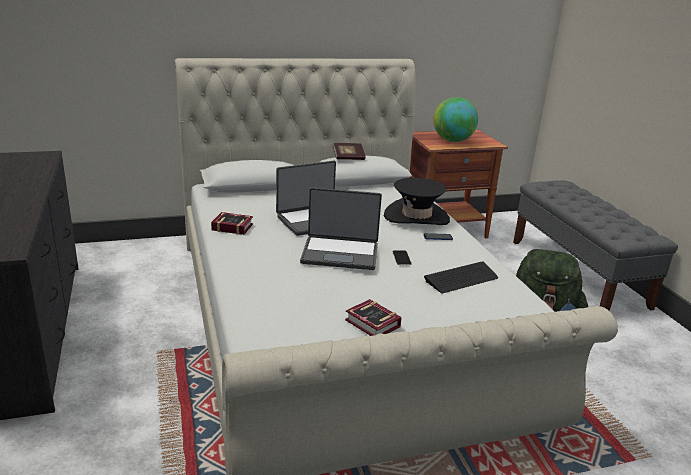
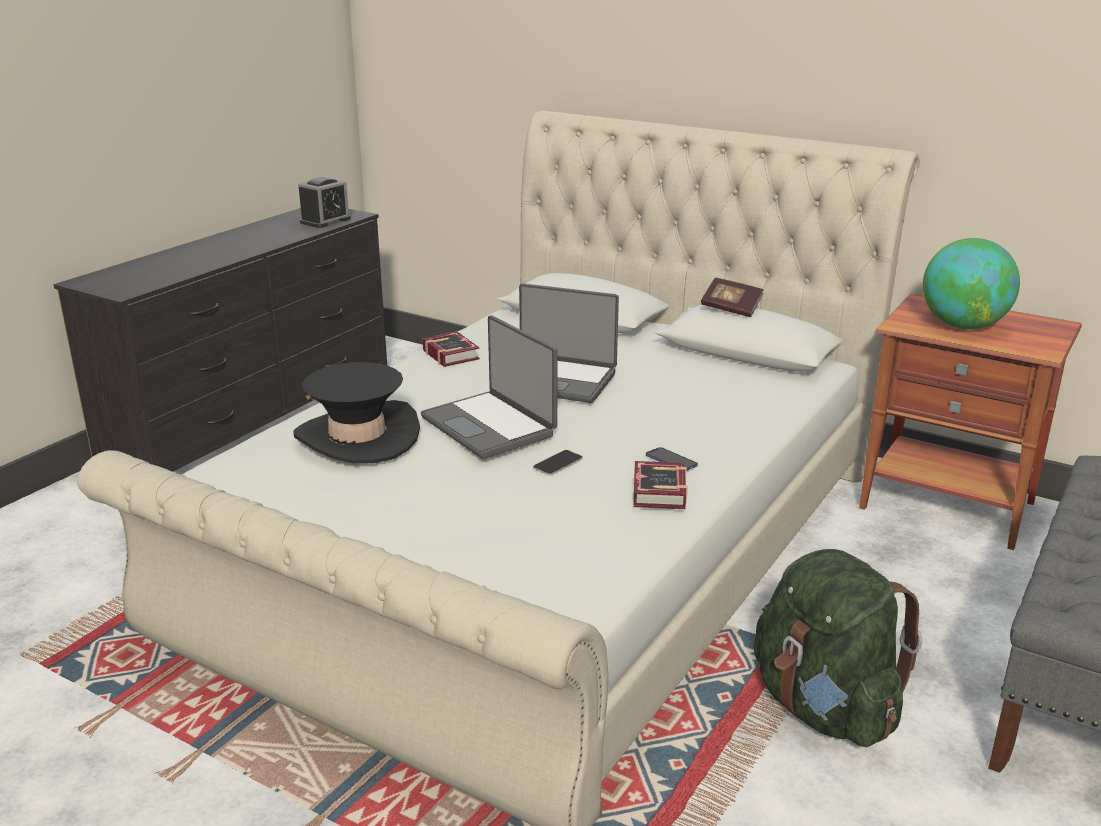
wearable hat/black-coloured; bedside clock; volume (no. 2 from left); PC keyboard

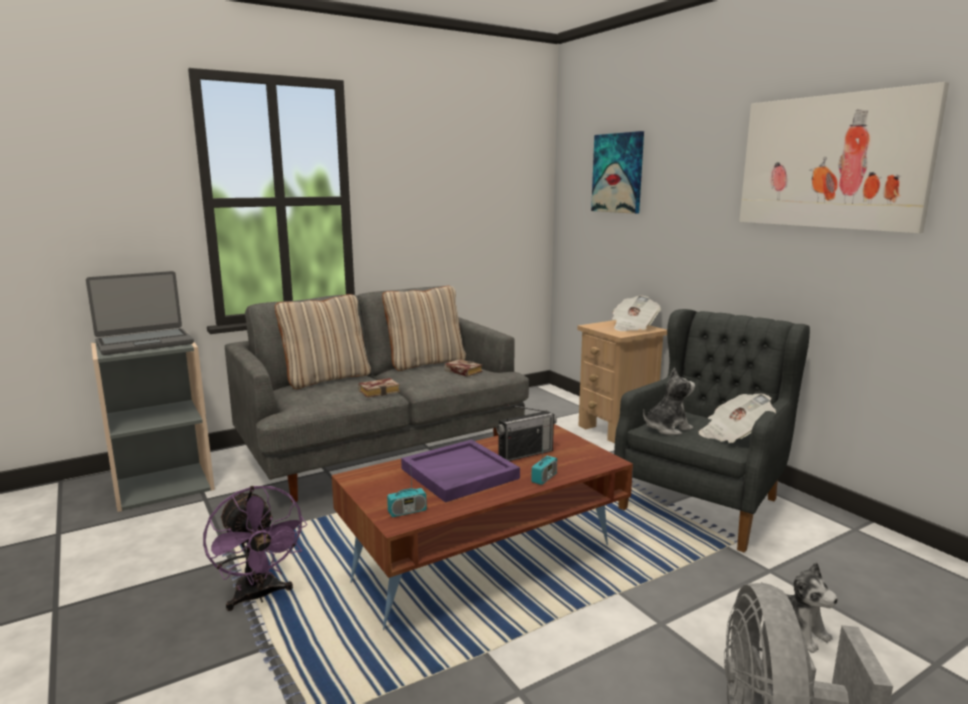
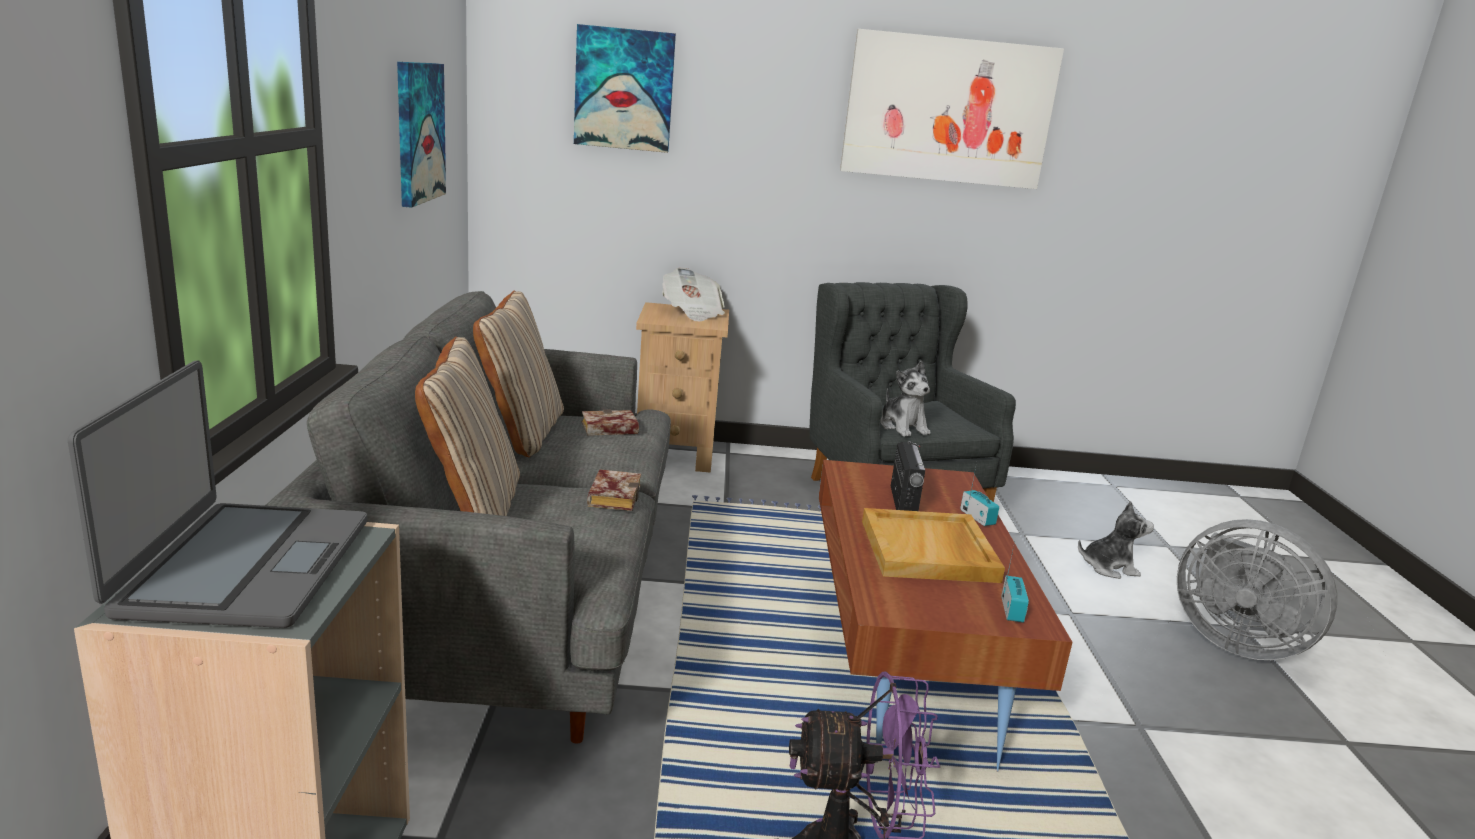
wall art (no. 1 from left); tray/beige-coloured; plush toy (no. 1 from left); newspaper (no. 2 from left in the first image)

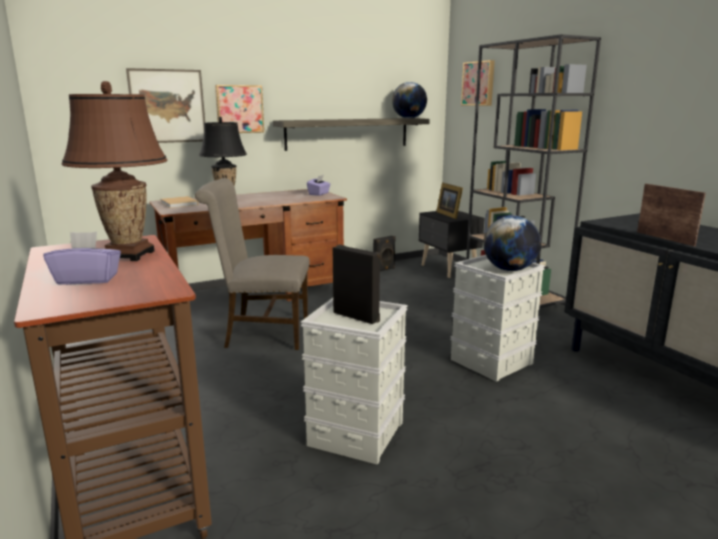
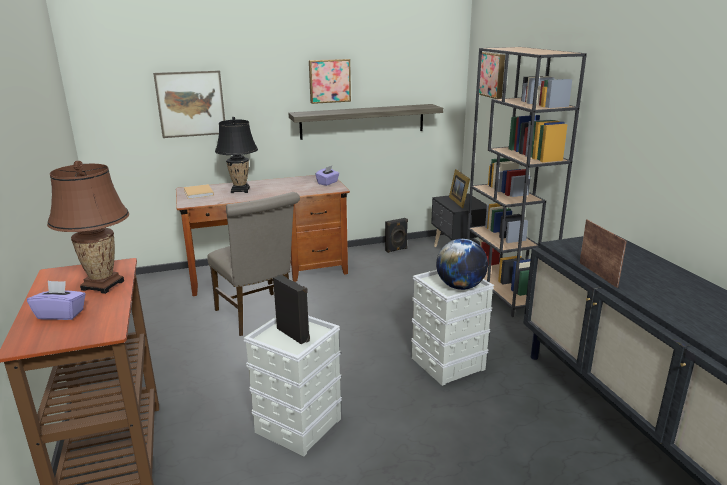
plain chair/beige-coloured; wall art (no. 2 from left); desk globe (no. 1 from left in the first image)

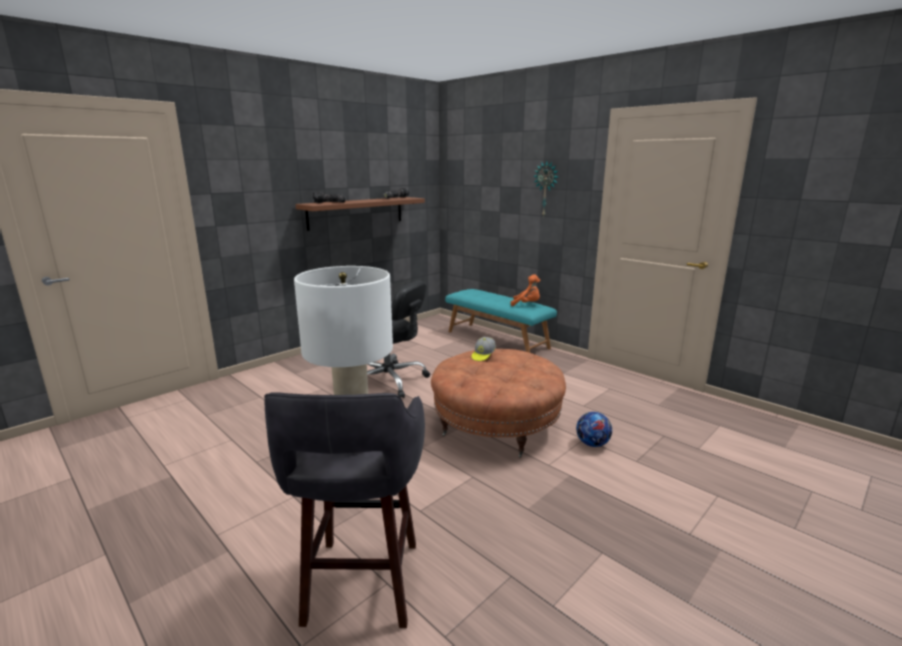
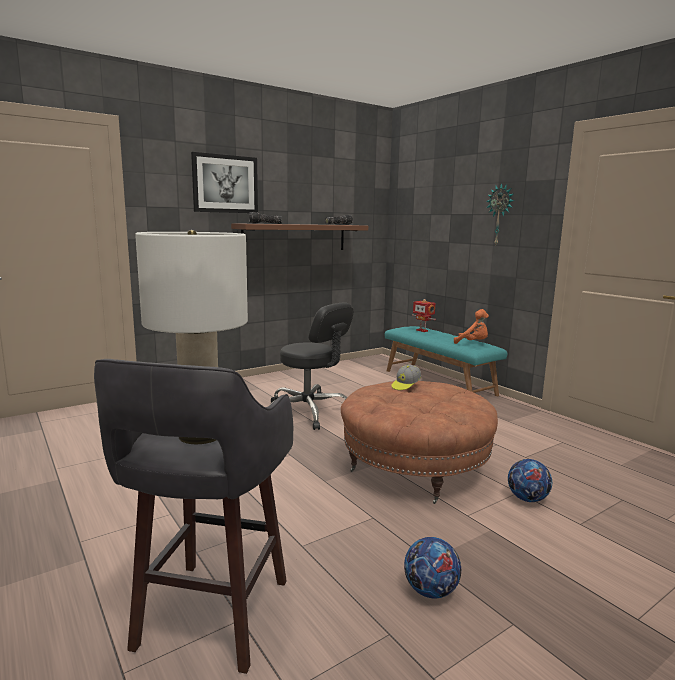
wall art; ball for football (no. 1 from left); toy robot

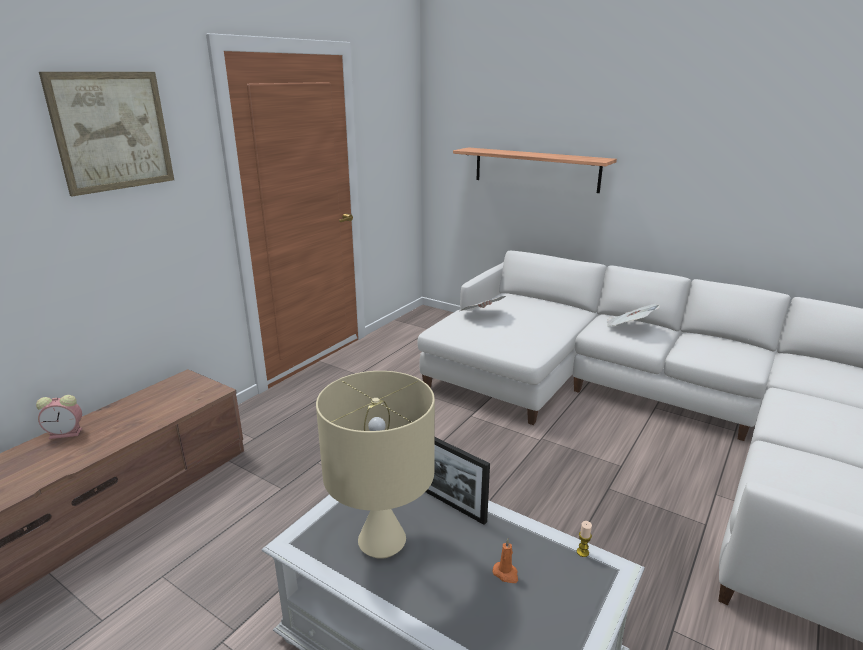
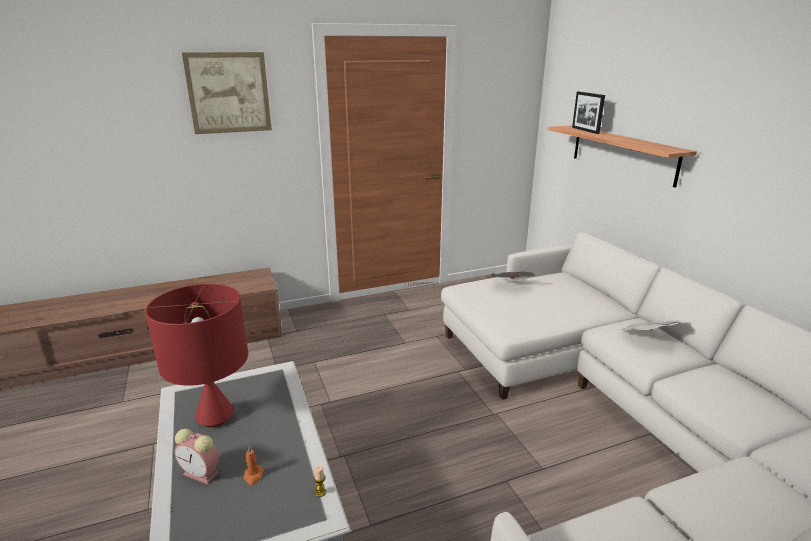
table lamp/red; bedside clock; photo frame

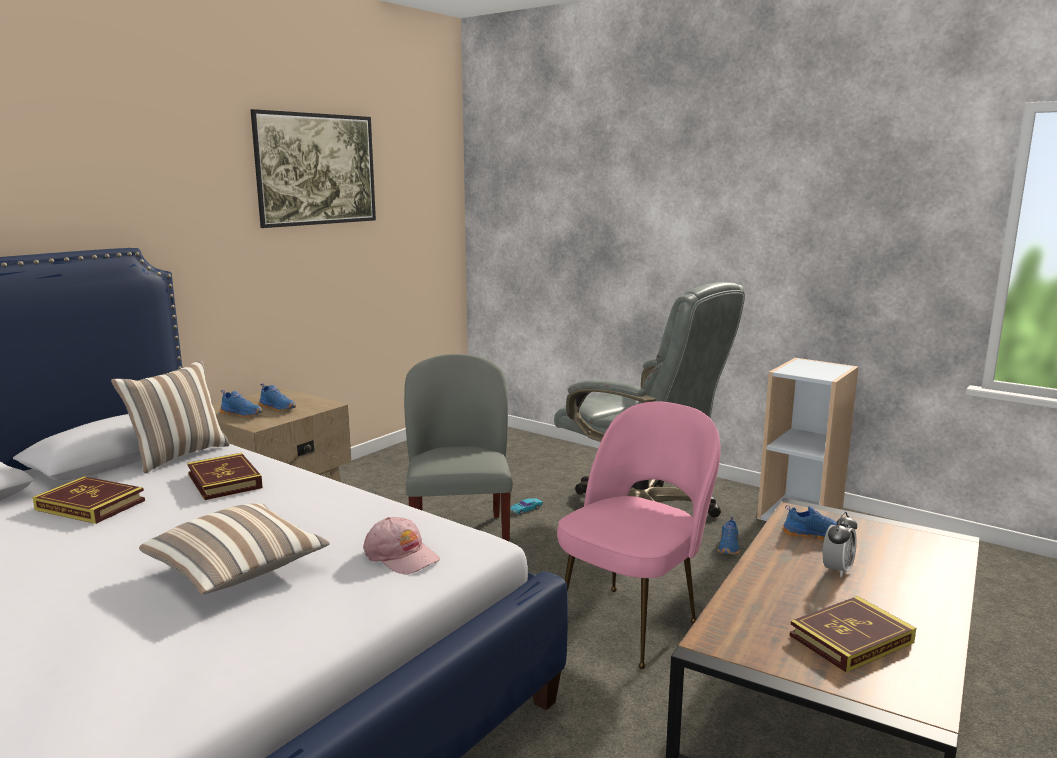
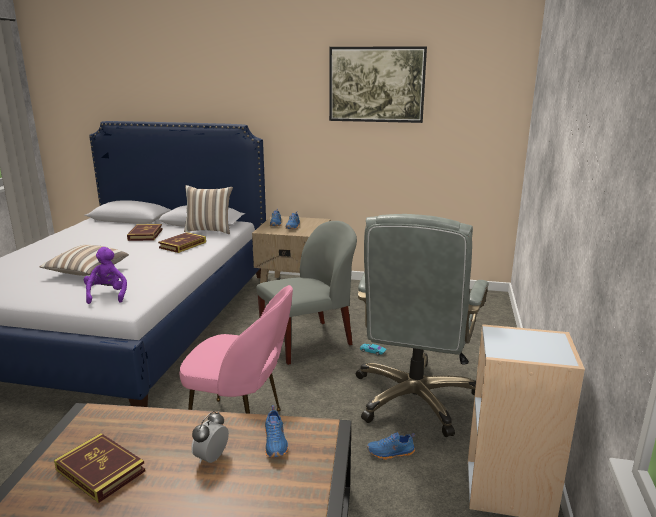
plush toy/purple; bedside clock

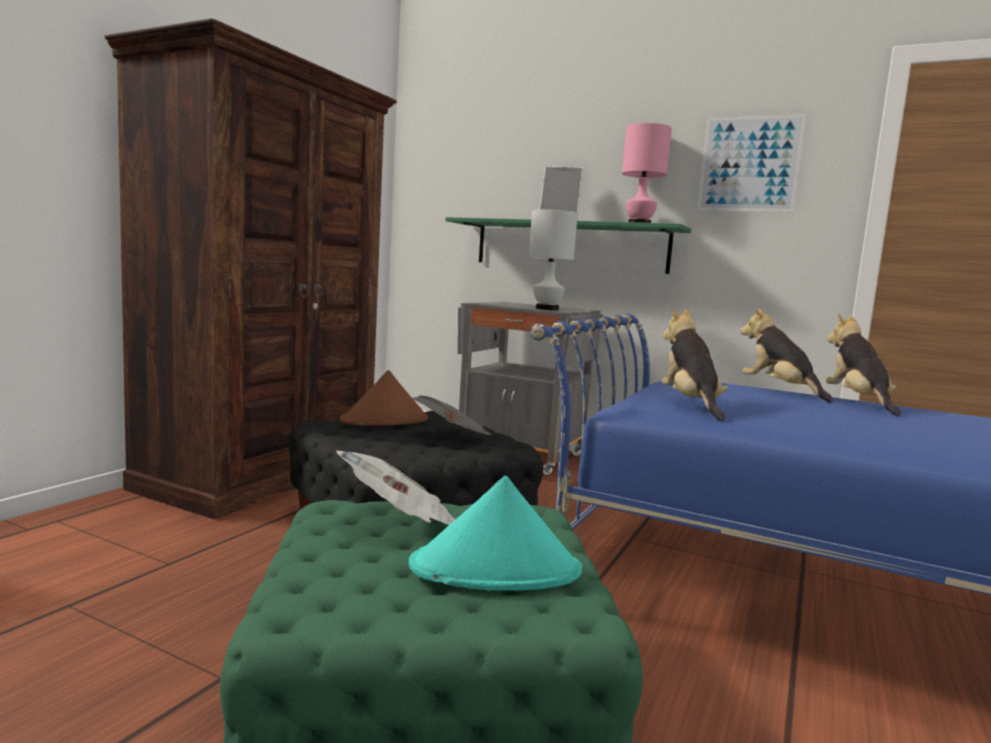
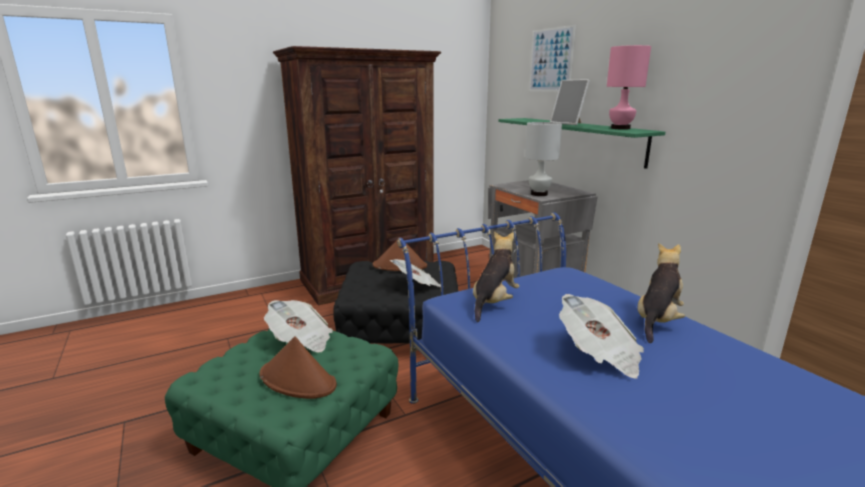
wearable hat/brown (no. 1 from left); wall art; newspaper (no. 3 from left); plush toy (no. 2 from left in the first image)

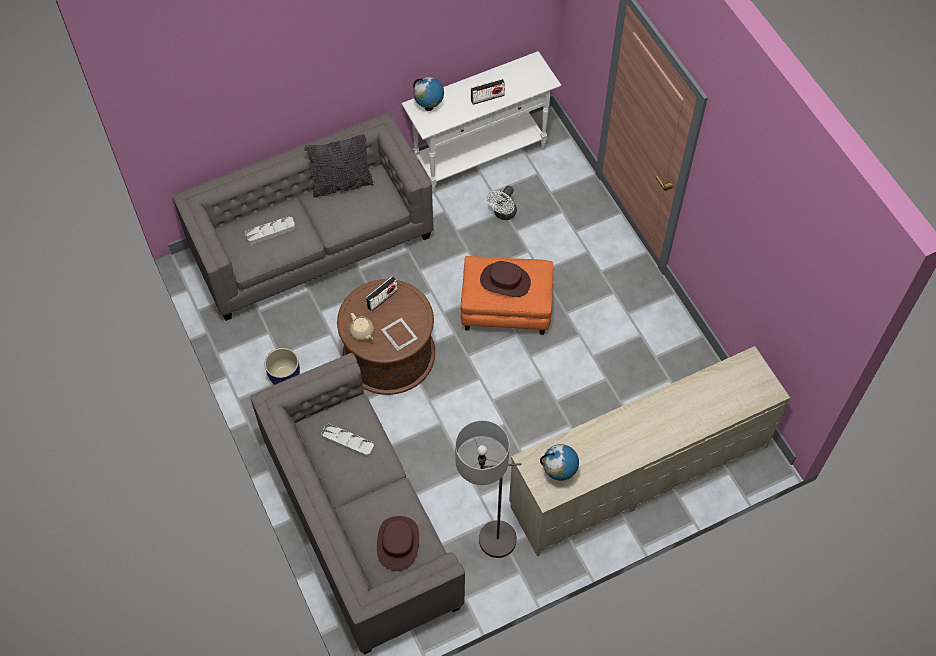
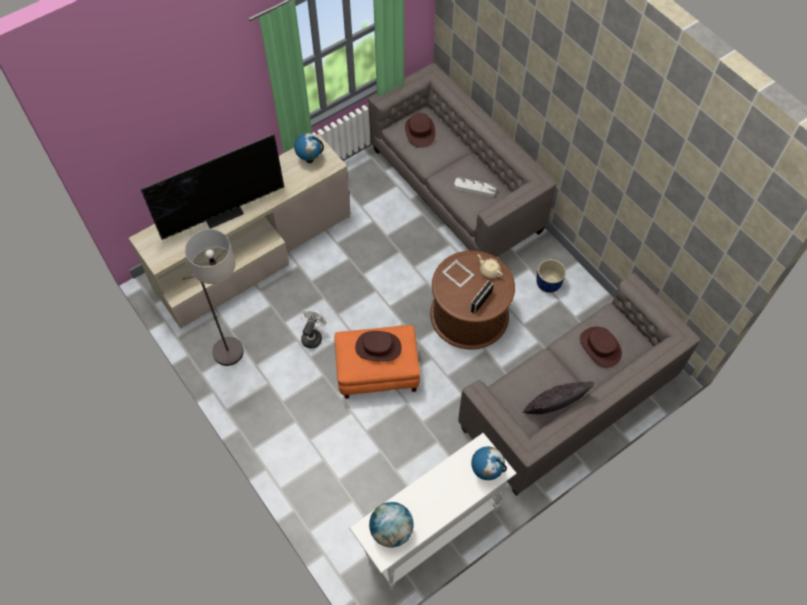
television; standard lamp/grey; electric fan/white-coloured; desk globe (no. 2 from left); wearable hat/brown (no. 3 from left); radio receiver (no. 2 from left in the first image)

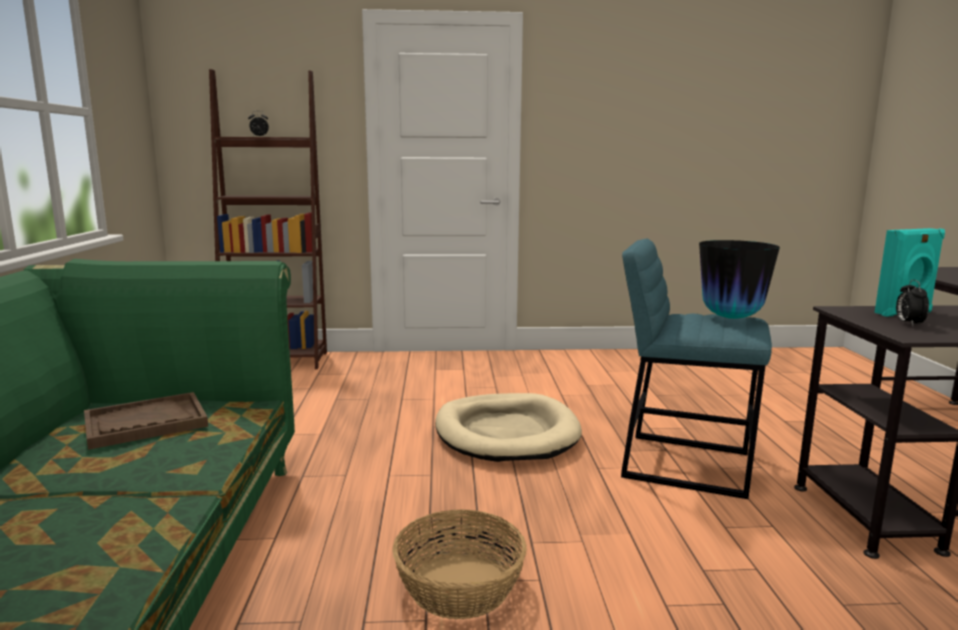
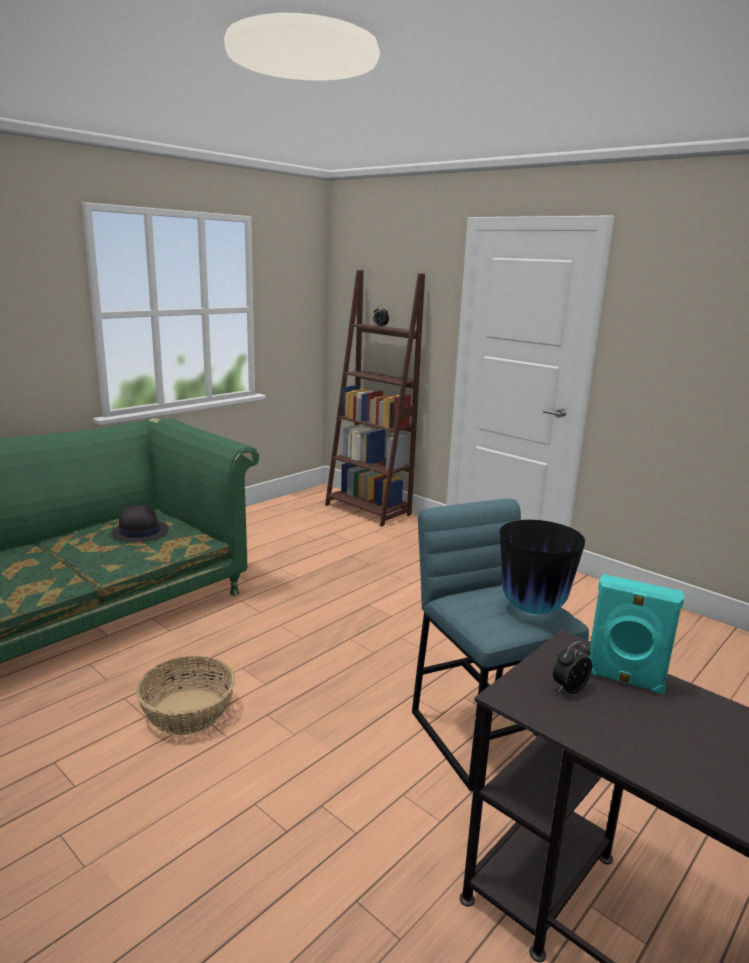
wearable hat/black-coloured; dog cushion/beige-coloured

